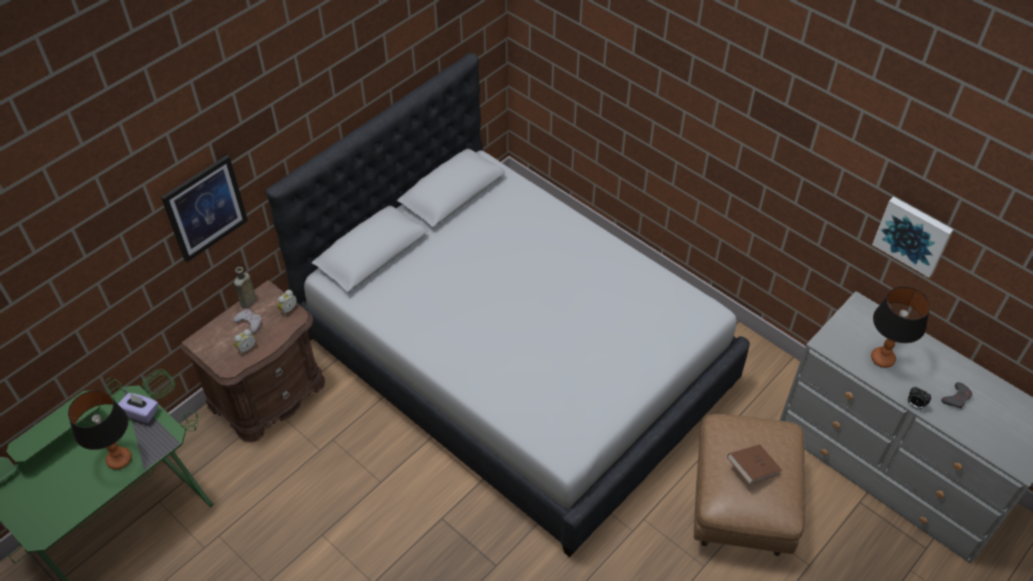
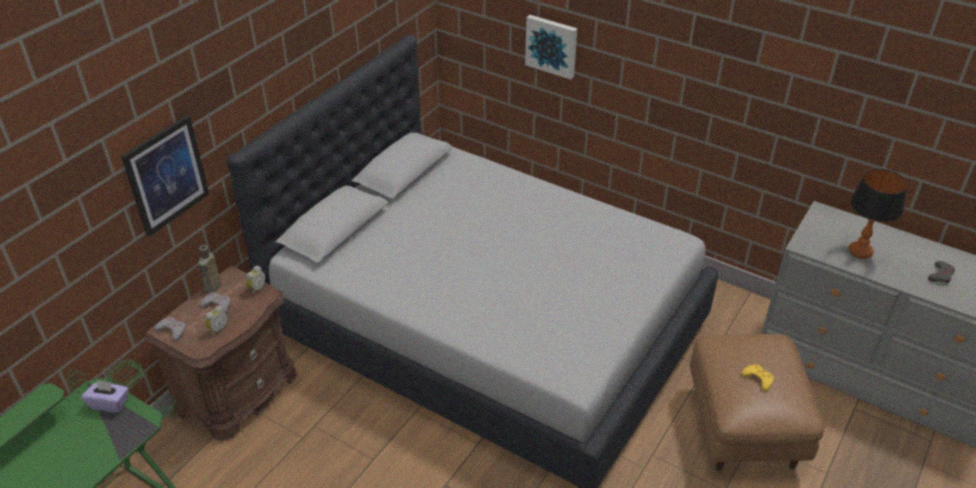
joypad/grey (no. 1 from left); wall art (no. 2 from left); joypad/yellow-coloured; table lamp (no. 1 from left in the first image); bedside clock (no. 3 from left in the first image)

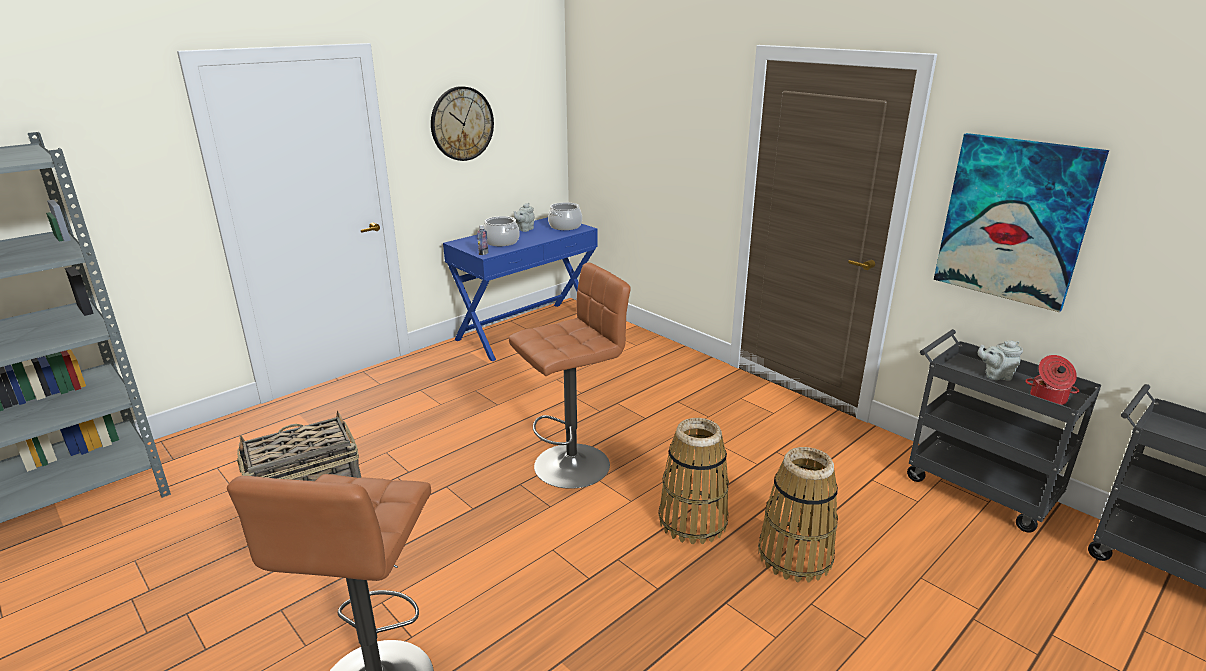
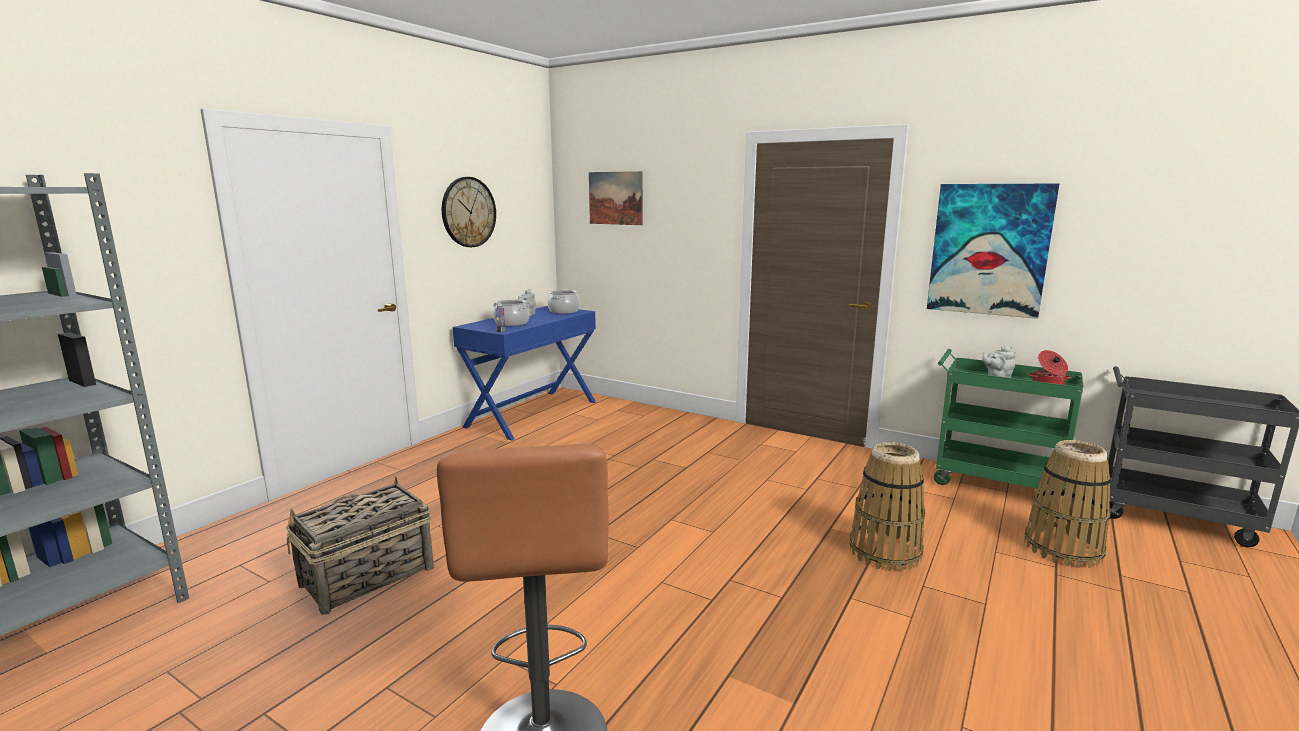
wall art (no. 1 from left); wheeled cart/greenish; basket (no. 3 from left); stool seat/brown (no. 2 from left in the first image)

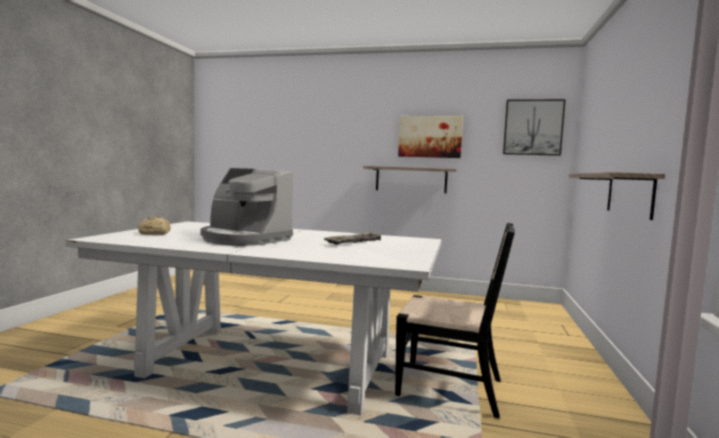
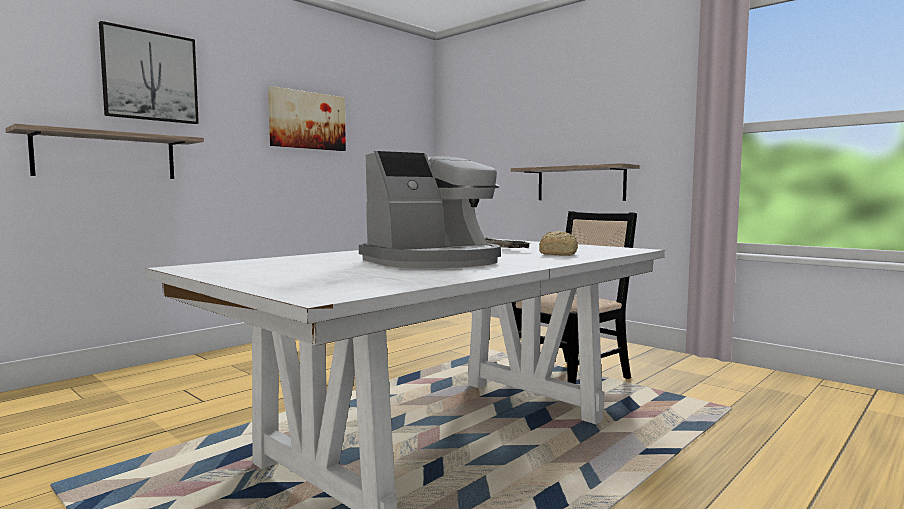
wall shelf (no. 1 from left); wall art (no. 1 from left); bread

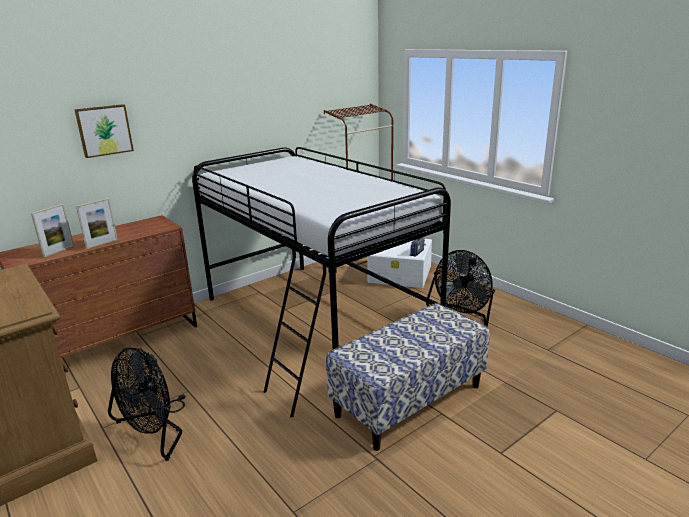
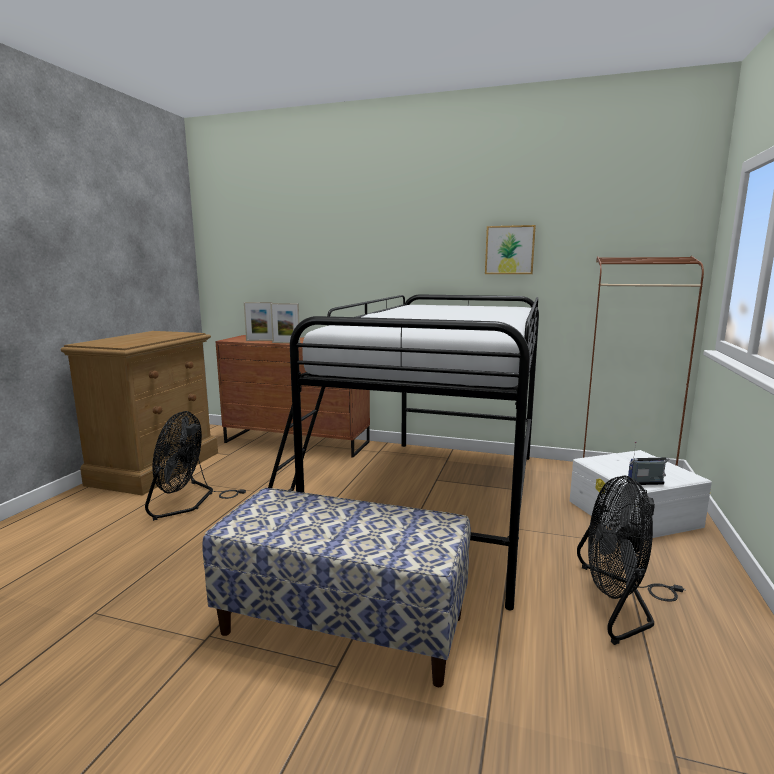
wall art

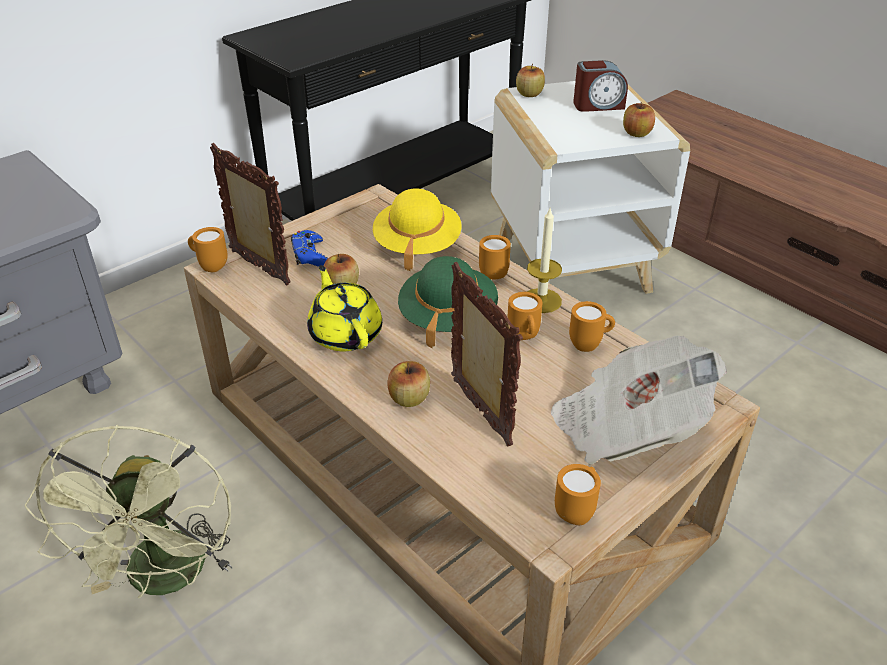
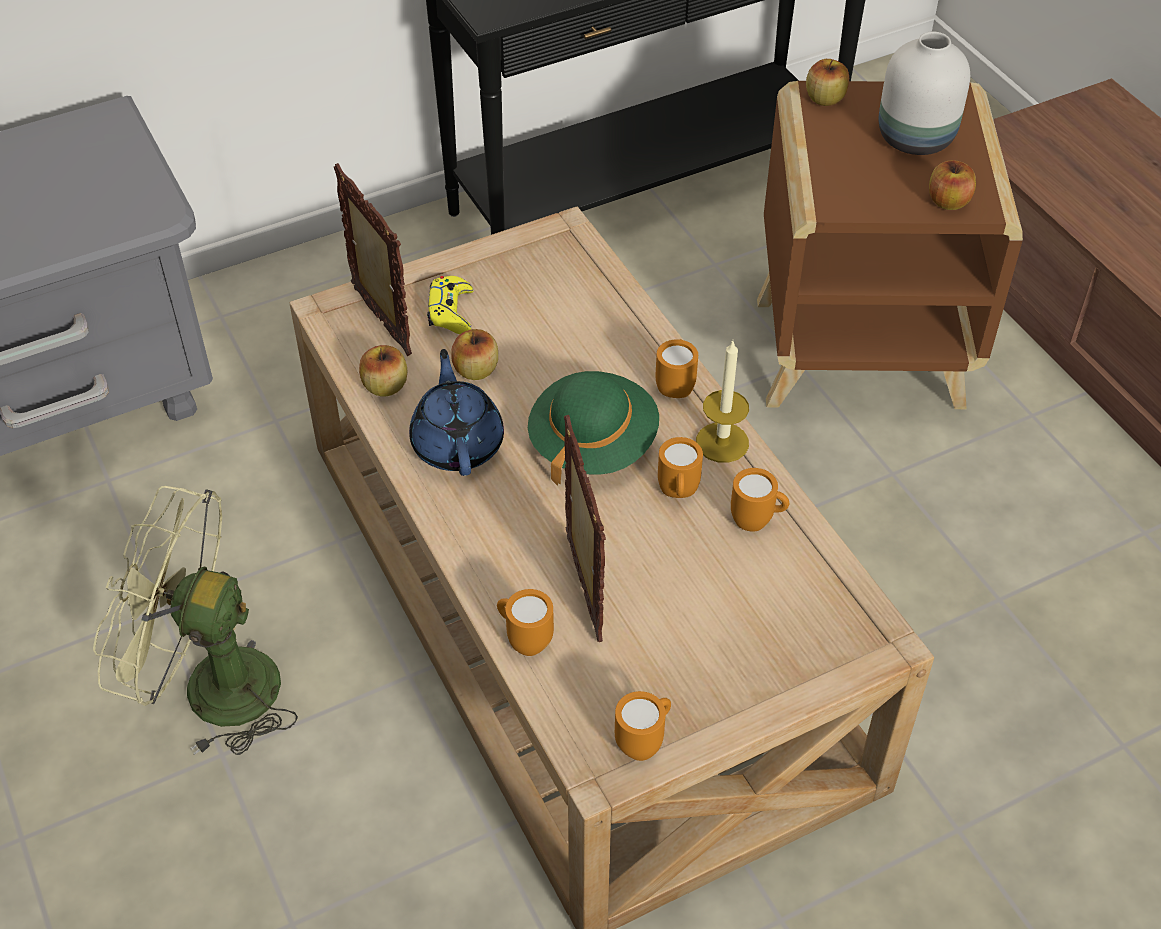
electric fan/greenish; apple (no. 1 from left); teapot/blue-coloured; joypad/yellow-coloured; coffee mug/orangey (no. 1 from left); accent table/brown; flower vase/white-coloured; wearable hat/yellow-coloured; newspaper

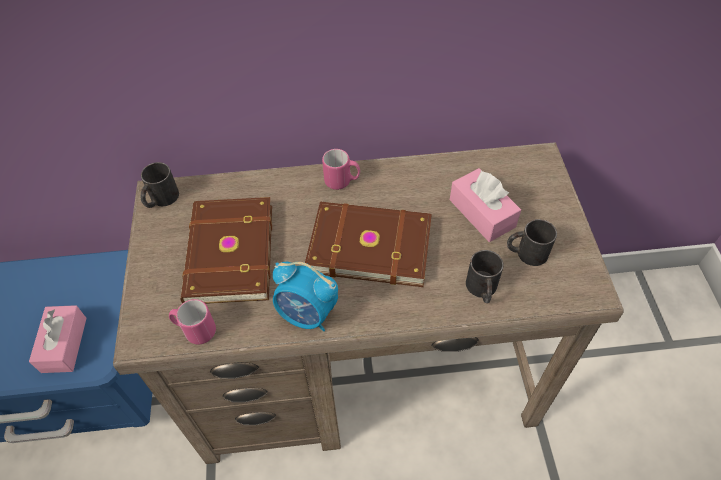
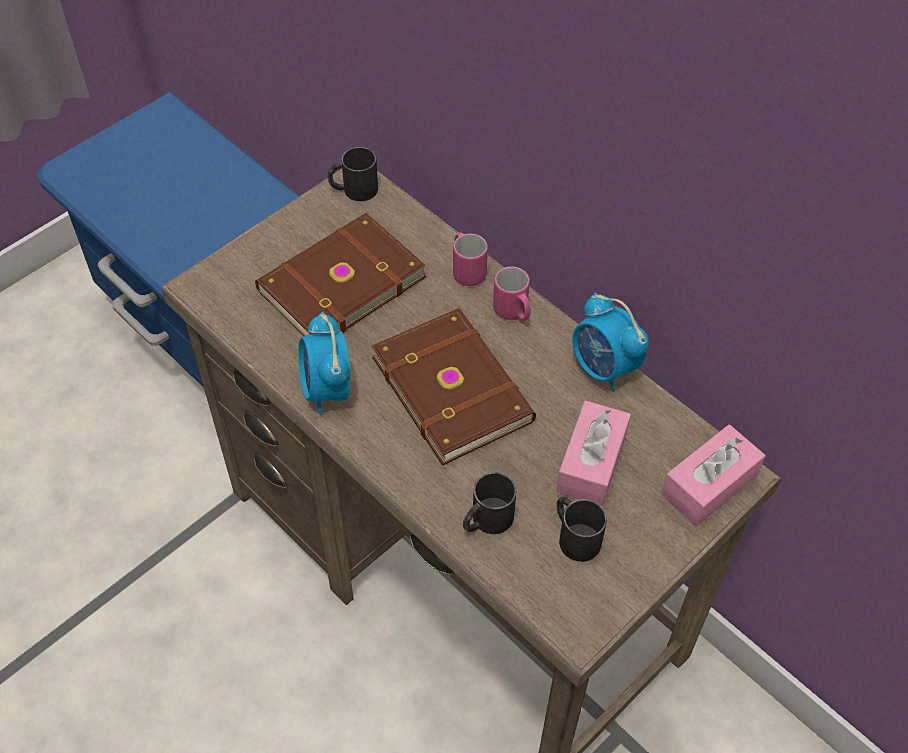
coffee mug/pinkish (no. 1 from left); bedside clock (no. 2 from left); tissue box/pinkish (no. 2 from left)

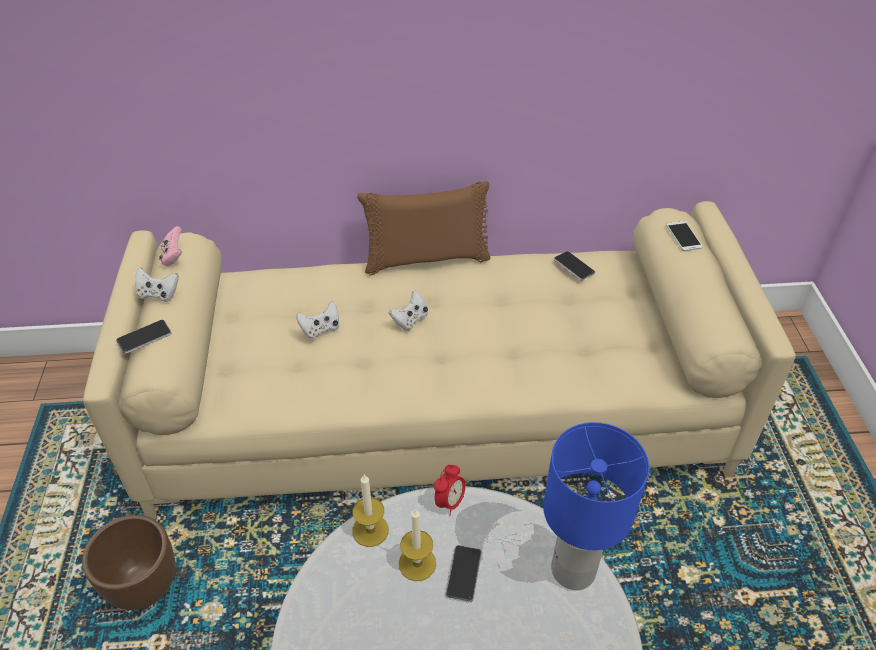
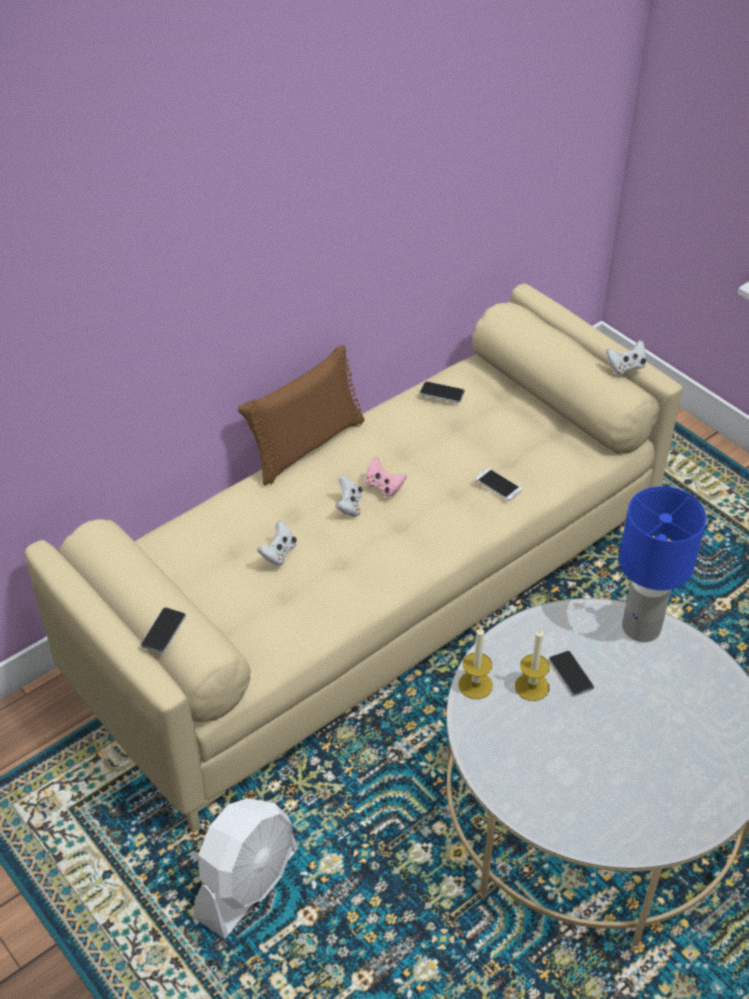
electric fan/white-coloured; joypad/pinkish; handset (no. 3 from left); joypad/white-coloured (no. 3 from left); bedside clock

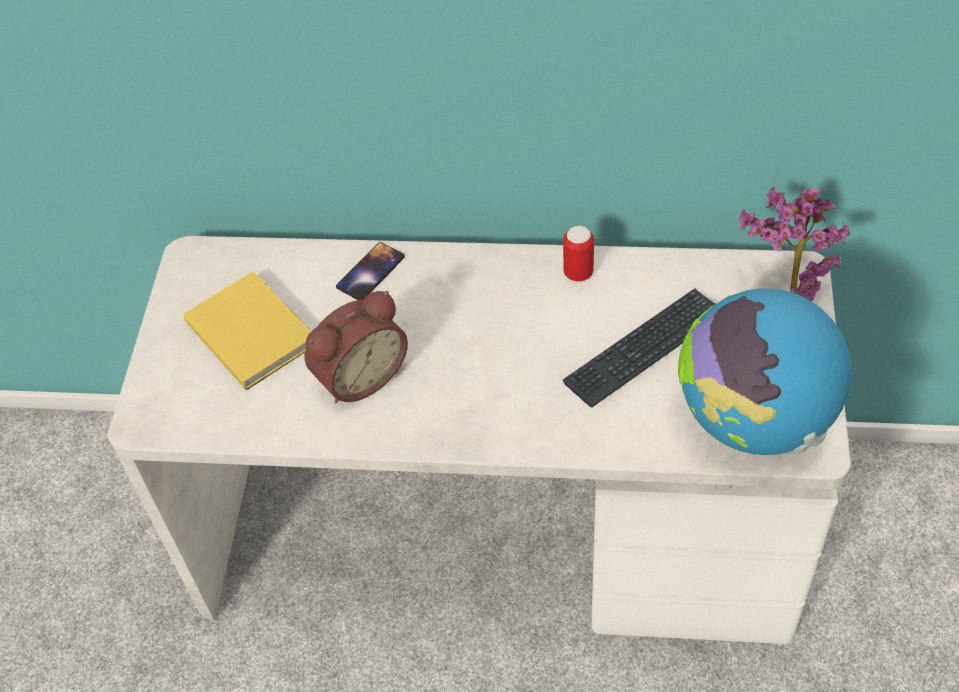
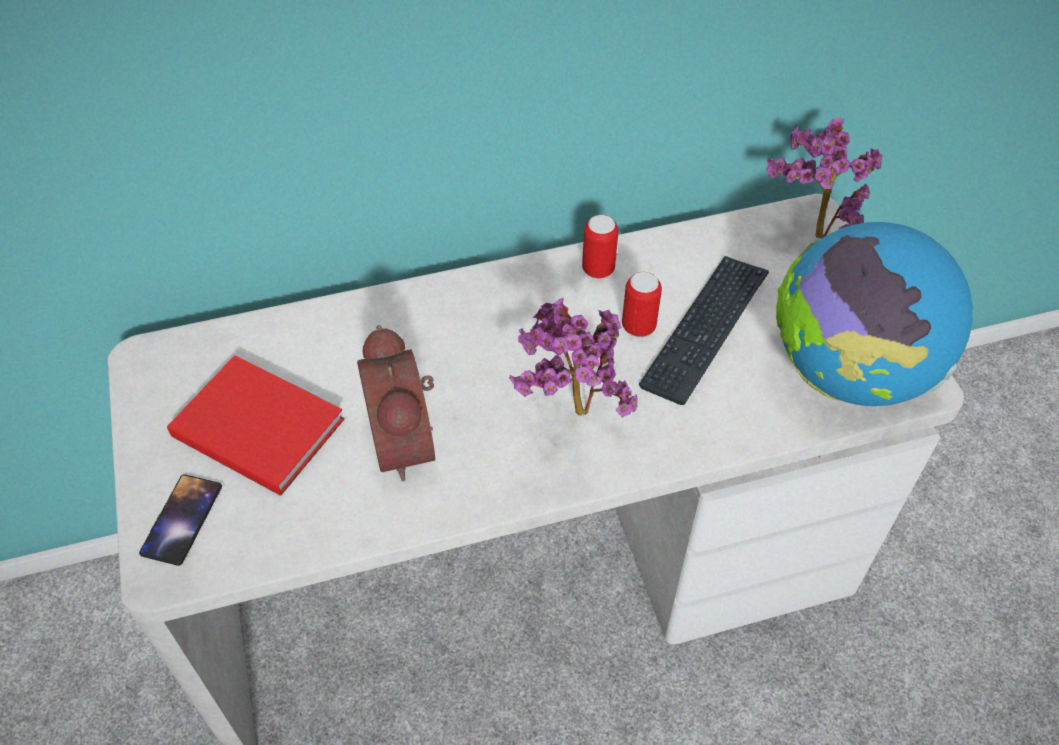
handset; volume/red; bedside clock; houseplant (no. 1 from left); can (no. 2 from left)

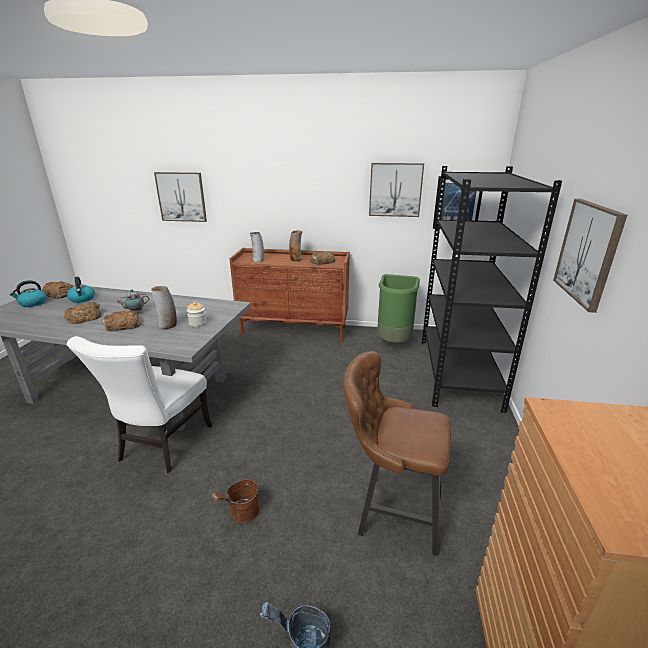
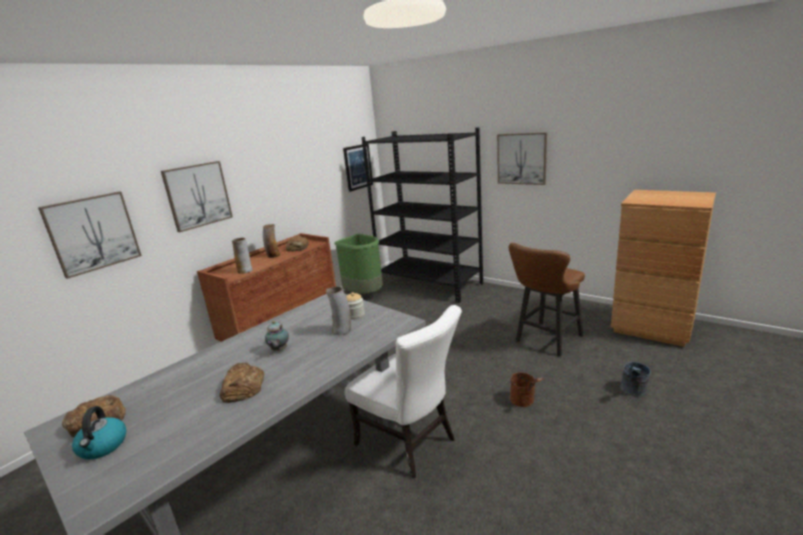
wall art (no. 2 from left); tea kettle (no. 2 from left in the first image); bread (no. 3 from left in the first image)

